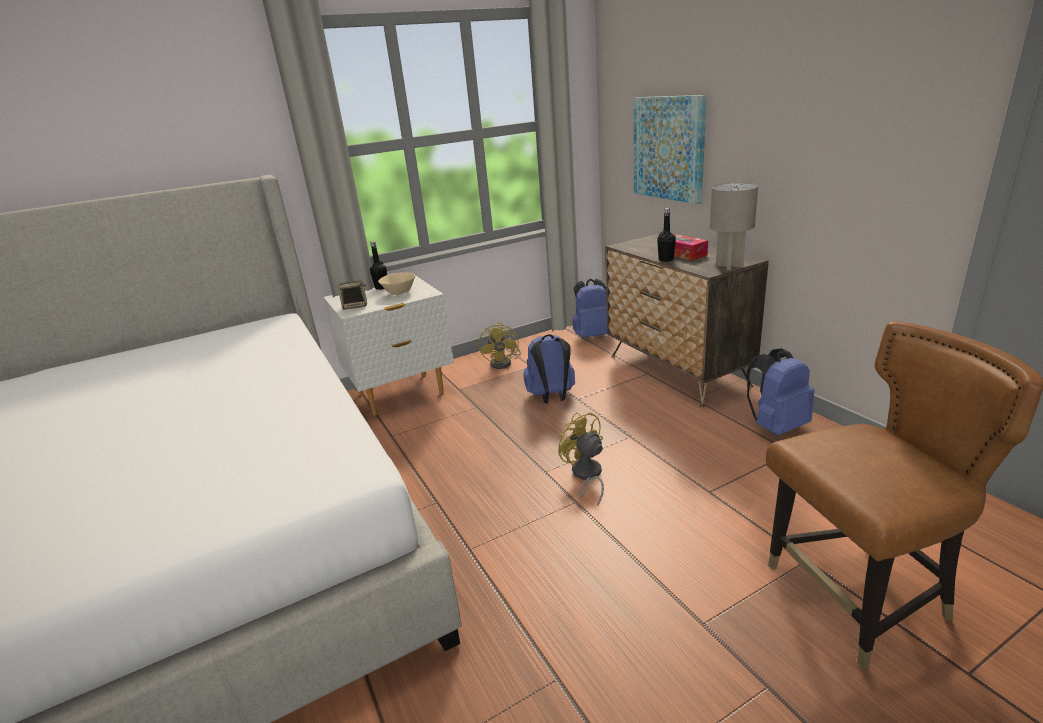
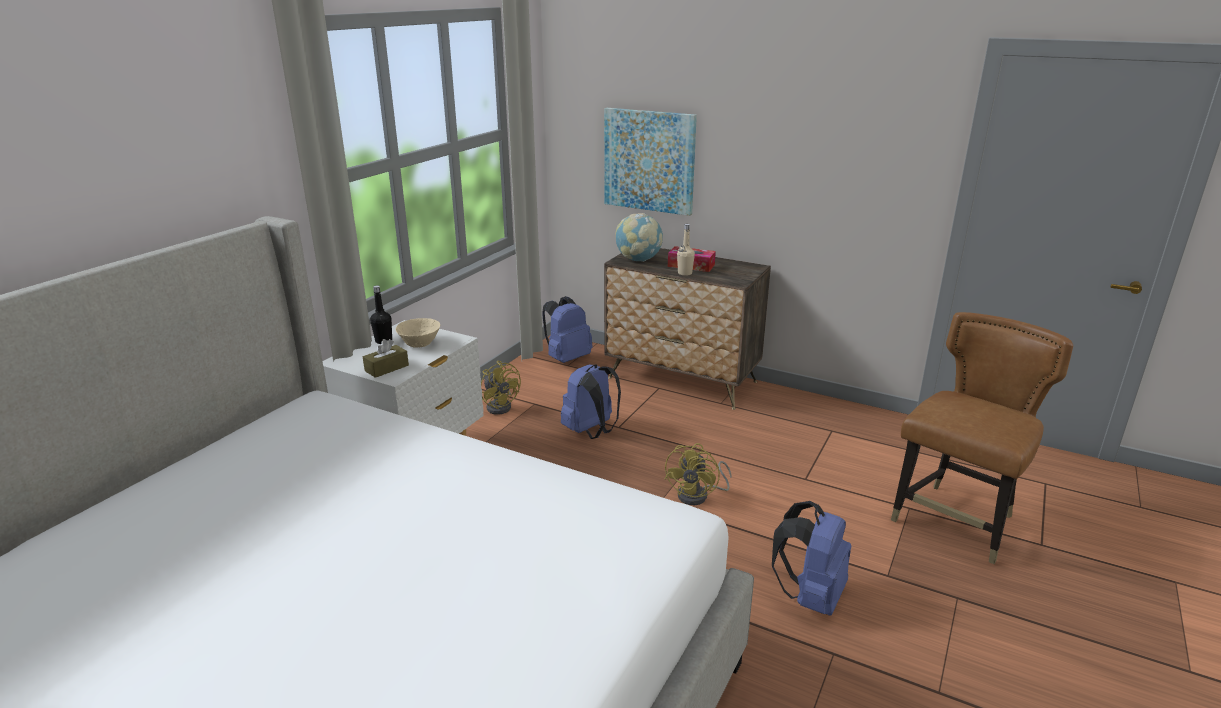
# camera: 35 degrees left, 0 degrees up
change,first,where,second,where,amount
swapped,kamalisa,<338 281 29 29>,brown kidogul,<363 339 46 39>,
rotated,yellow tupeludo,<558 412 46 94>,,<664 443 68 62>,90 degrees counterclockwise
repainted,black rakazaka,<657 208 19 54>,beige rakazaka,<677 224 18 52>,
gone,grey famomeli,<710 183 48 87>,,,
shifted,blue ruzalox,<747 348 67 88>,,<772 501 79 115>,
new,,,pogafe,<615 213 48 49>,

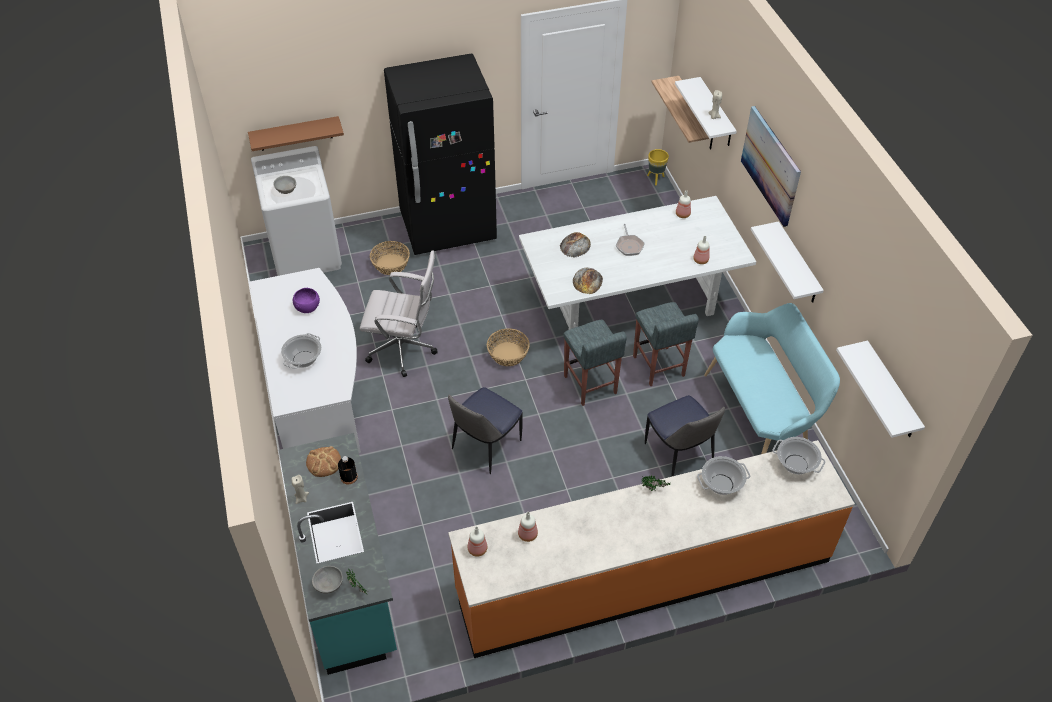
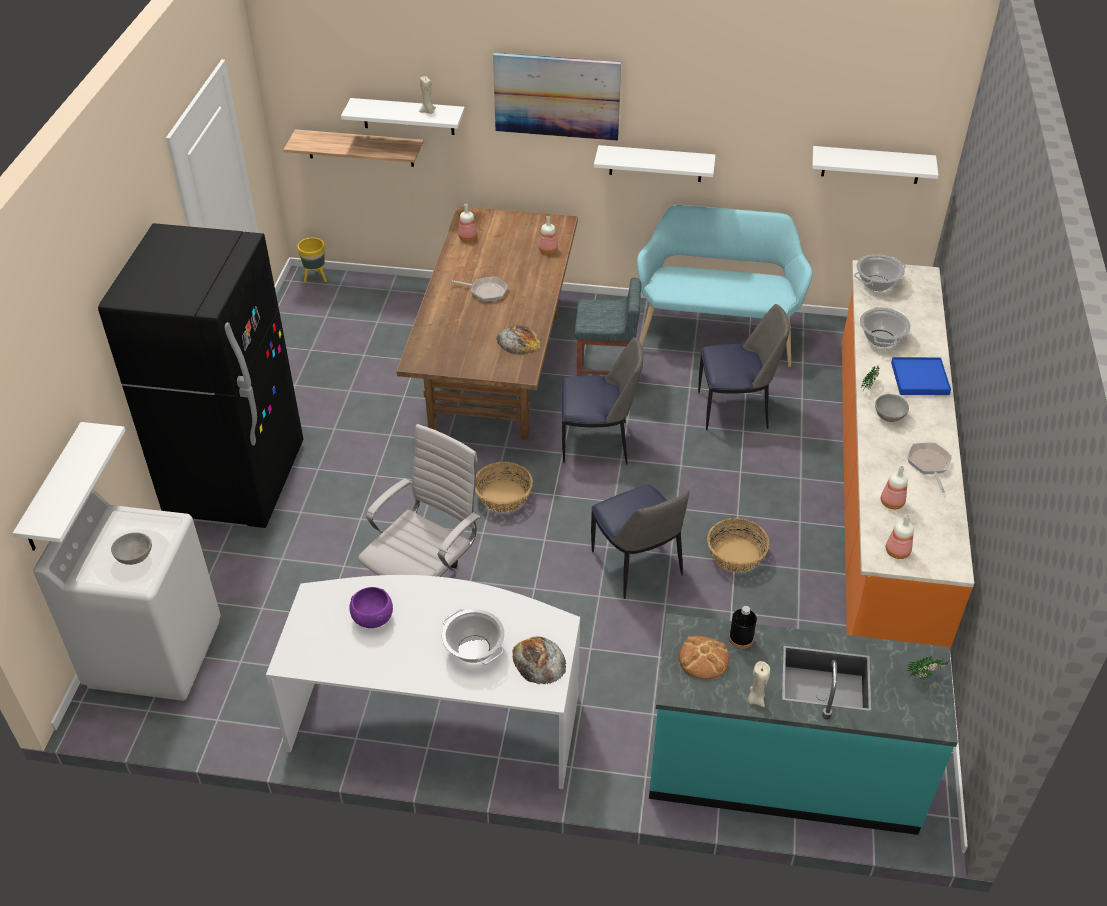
# camera: 65 degrees left, 5 degrees down
change,first,where,second,where,amount
repainted,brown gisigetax,<248 116 96 35>,white gisigetax,<13 422 113 129>,
shifted,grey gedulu,<312 566 31 28>,,<875 394 34 28>,
shifted,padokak,<370 241 40 34>,,<707 518 63 54>,
repainted,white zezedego,<519 196 237 134>,brown zezedego,<396 206 182 234>,
shifted,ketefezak,<560 232 31 26>,,<513 637 53 47>,
swapped,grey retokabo,<563 320 64 86>,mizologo,<561 337 82 127>,
new,,,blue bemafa,<891 357 60 38>,
new,,,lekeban,<907 443 45 49>,

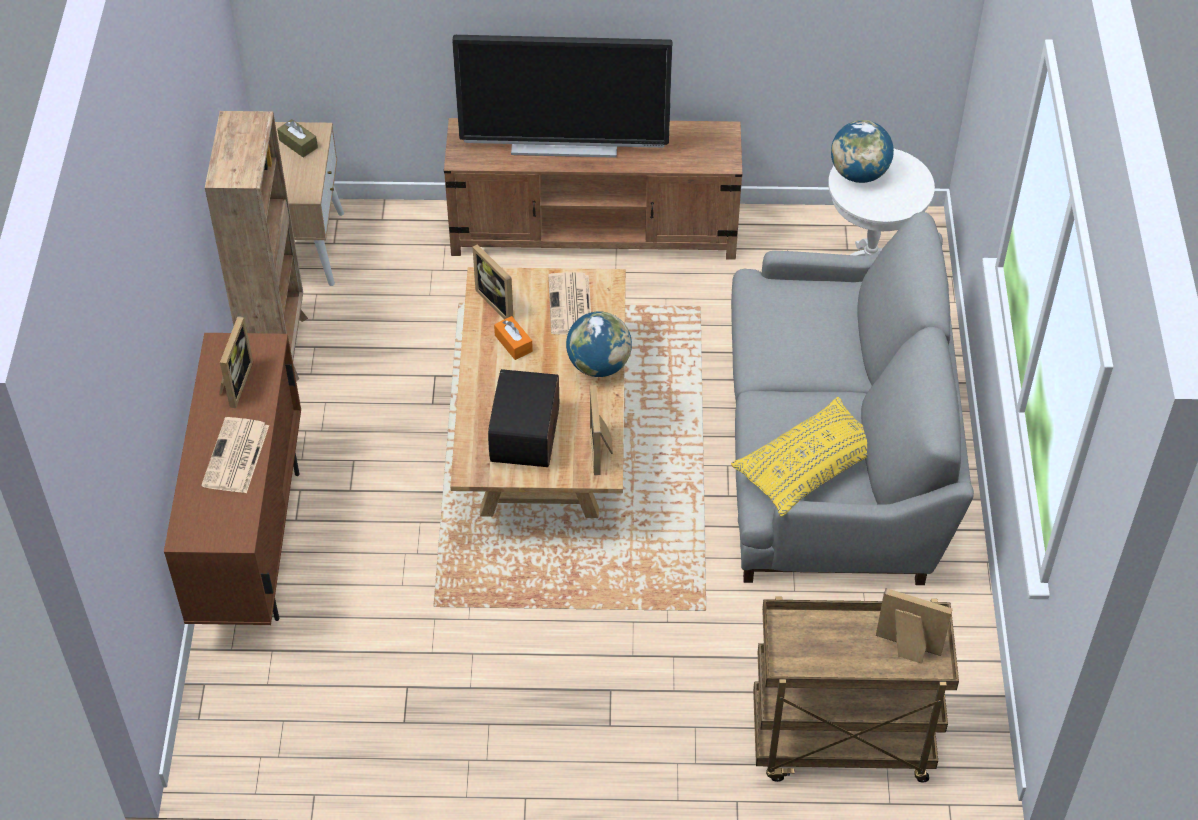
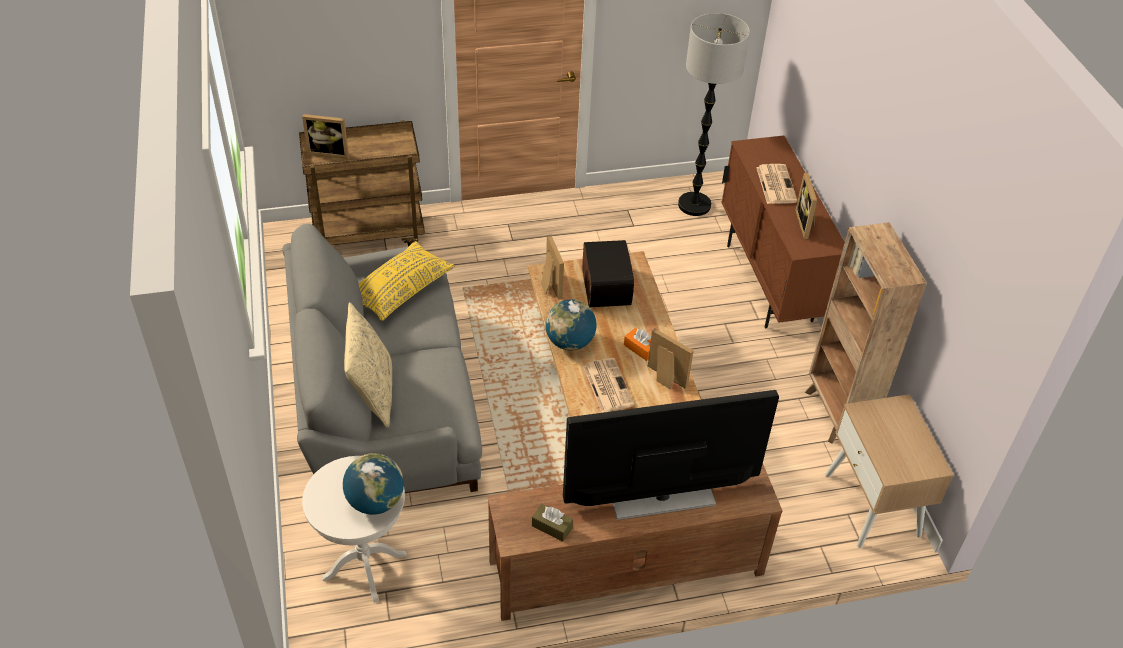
# camera: 165 degrees right, 5 degrees down
change,first,where,second,where,amount
shifted,brown kidogul,<277 119 41 39>,,<532 504 41 38>,
new,,,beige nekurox,<344 302 48 126>,
new,,,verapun,<678 13 72 203>,

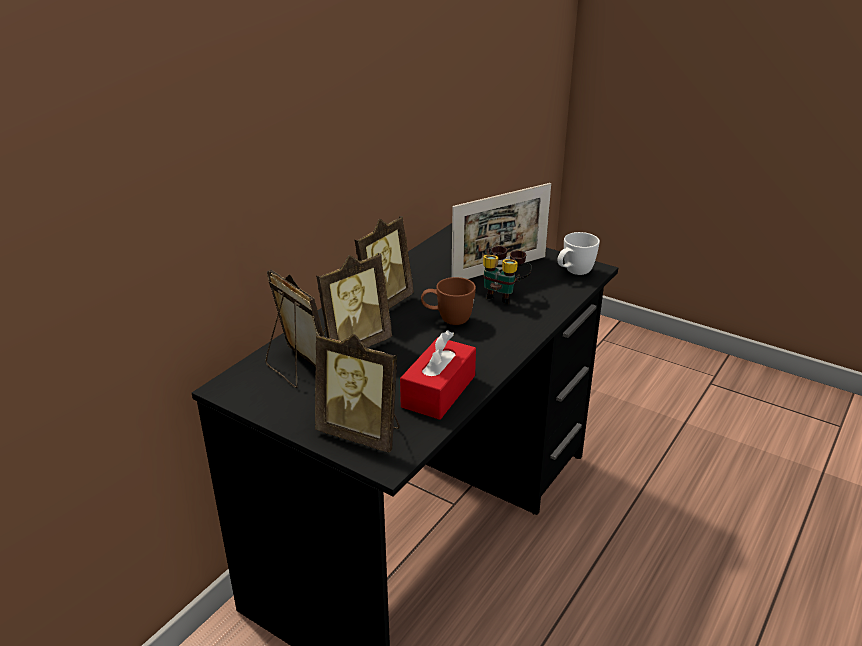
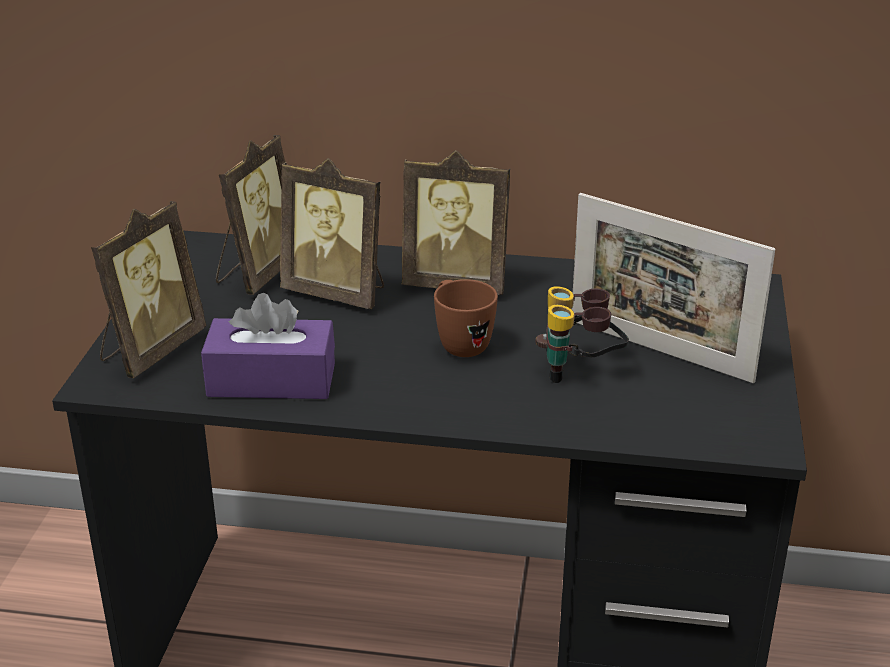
# camera: 65 degrees right, 0 degrees up
change,first,where,second,where,amount
rotated,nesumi,<315 334 85 119>,,<91 201 115 177>,150 degrees counterclockwise
repainted,red kidogul,<400 330 76 90>,purple kidogul,<201 293 134 106>,
gone,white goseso,<557 232 43 43>,,,

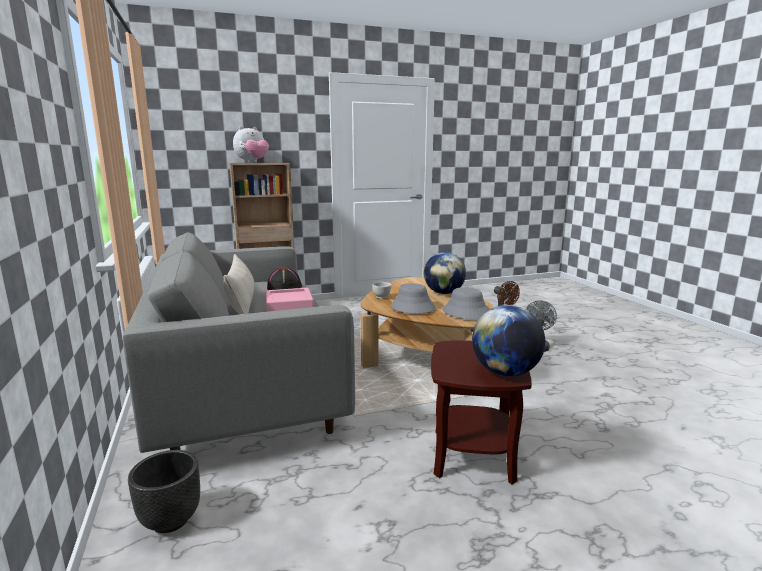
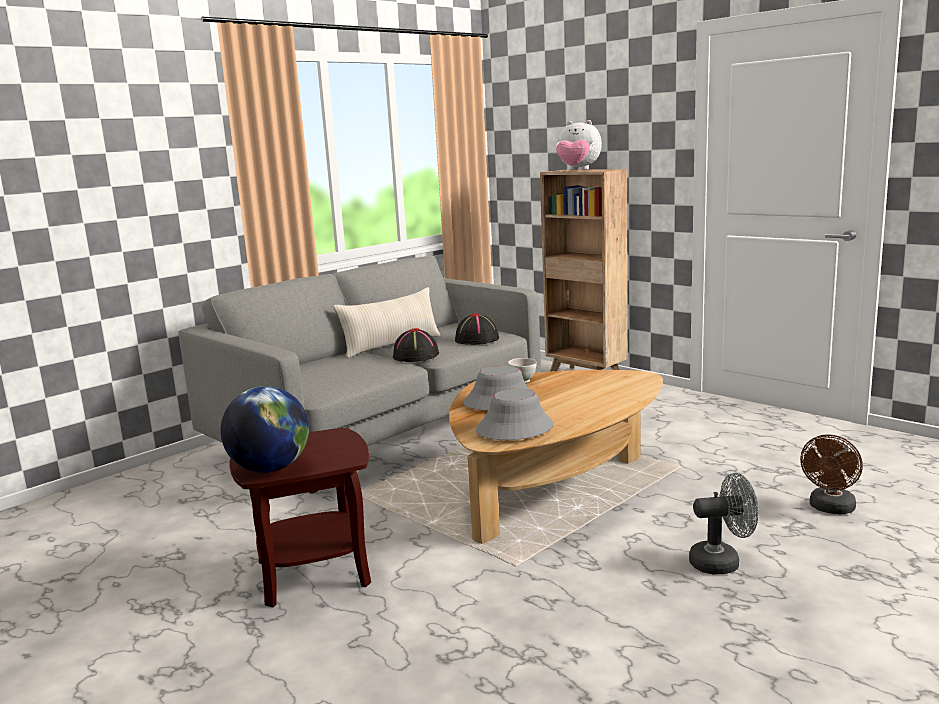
# camera: 65 degrees right, 0 degrees up
change,first,where,second,where,amount
gone,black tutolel,<128 450 72 83>,,,
swapped,pink bemafa,<266 288 47 24>,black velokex,<392 328 47 34>,
gone,pogafe,<424 252 42 42>,,,

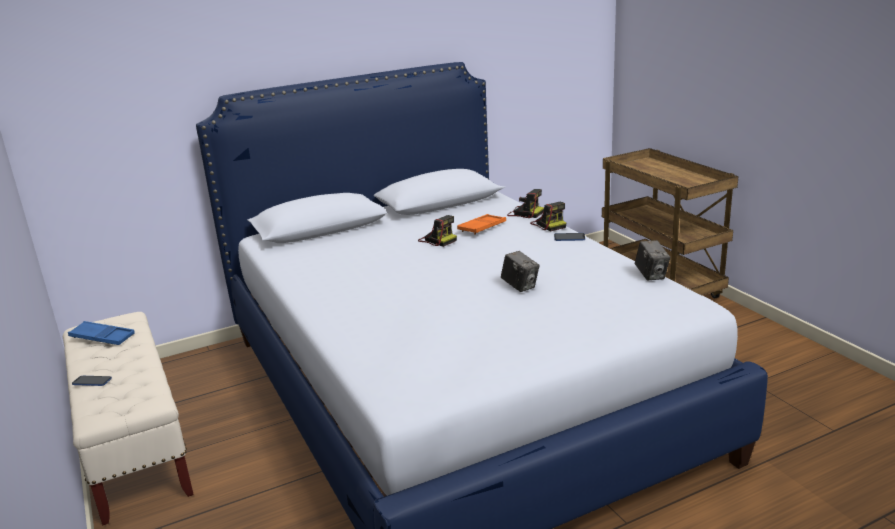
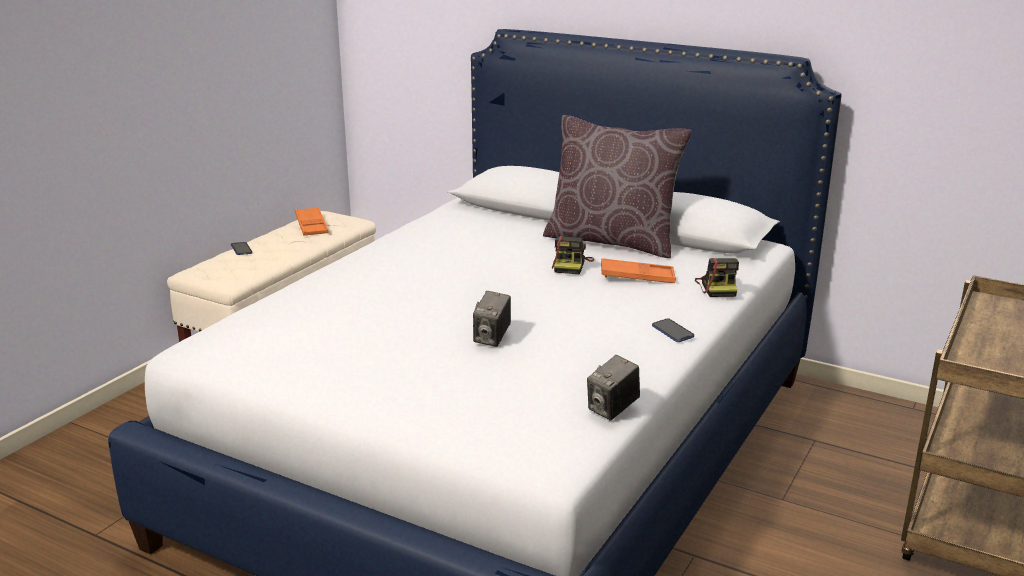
# camera: 55 degrees right, 0 degrees up
change,first,where,second,where,amount
repainted,blue bemafa,<68 321 67 24>,orange bemafa,<295 207 33 29>,
gone,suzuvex,<530 202 36 29>,,,
new,,,brown nekurox,<543 115 149 143>,

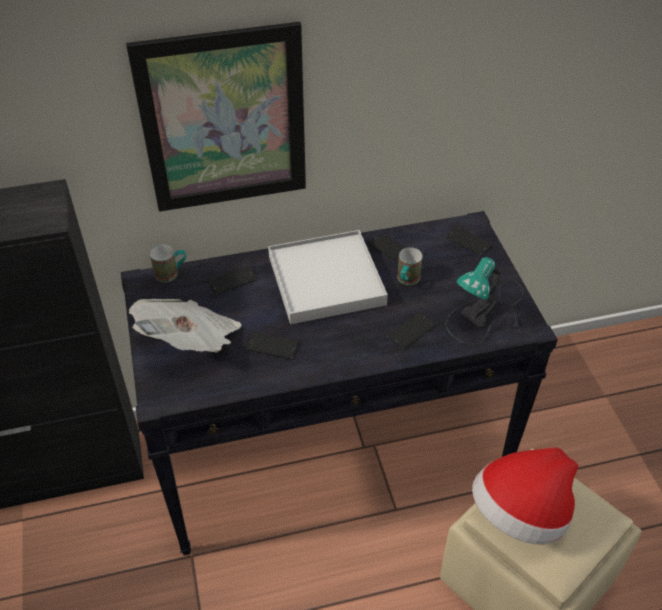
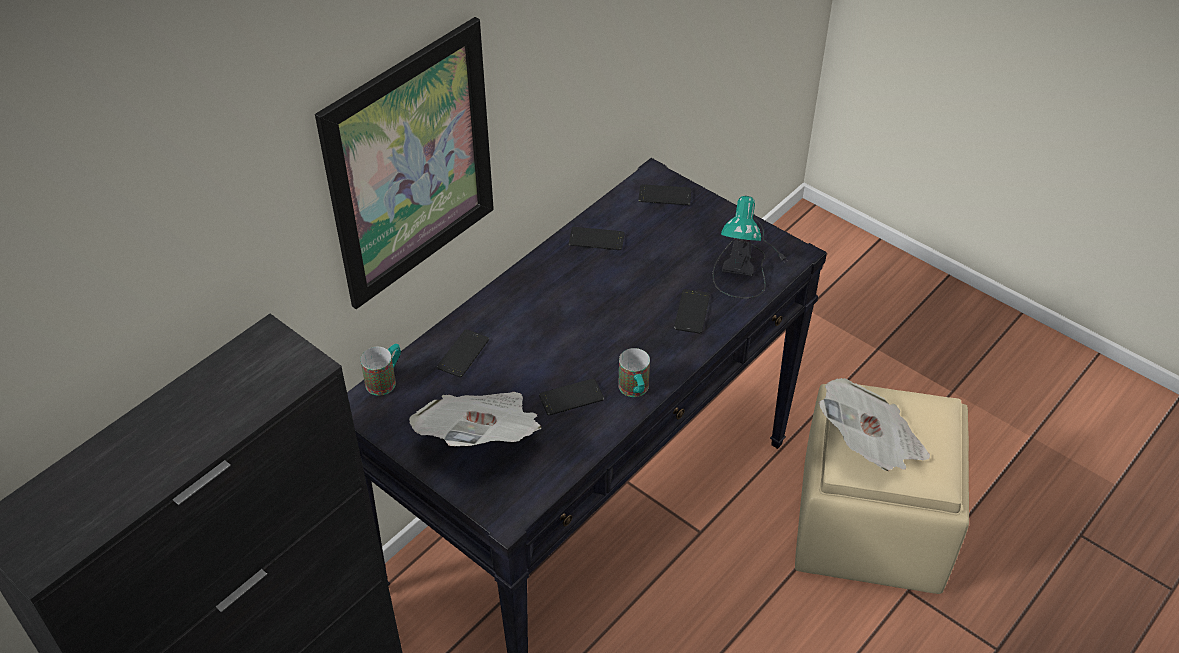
# camera: 35 degrees left, 0 degrees up
change,first,where,second,where,amount
gone,white bemafa,<268 230 120 94>,,,
shifted,goseso,<397 247 26 38>,,<618 348 32 49>,
swapped,velokex,<472 447 106 98>,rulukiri,<819 378 111 93>,

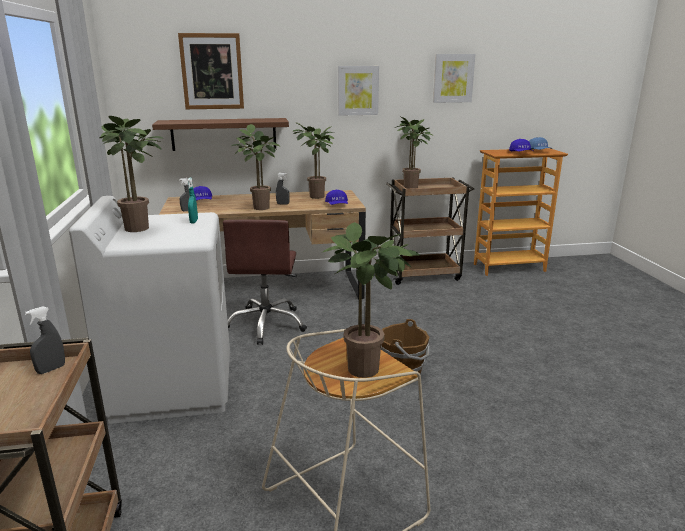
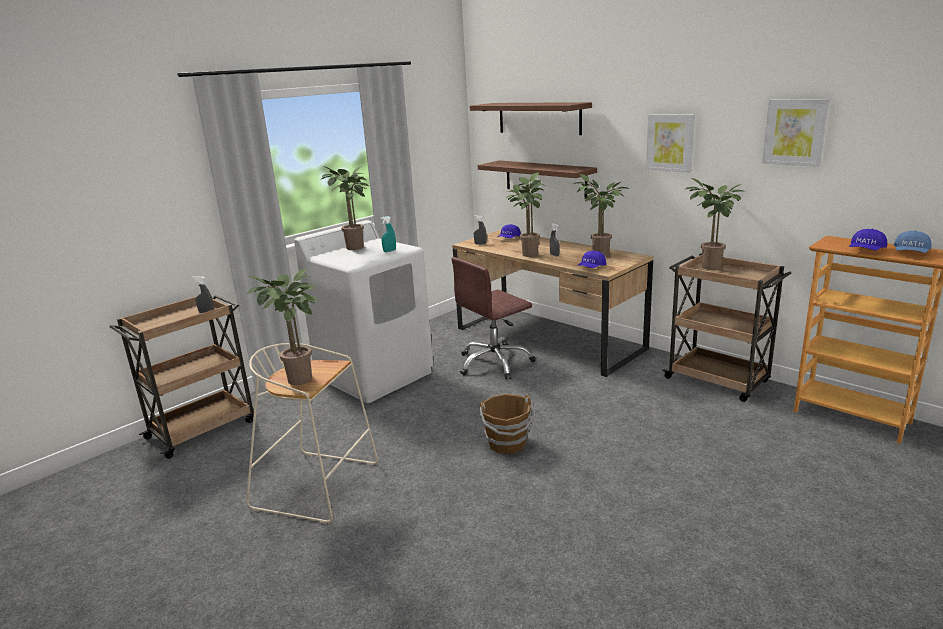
# camera: 55 degrees right, 0 degrees up
change,first,where,second,where,amount
swapped,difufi,<178 33 66 76>,brown gisigetax,<470 102 122 33>,

